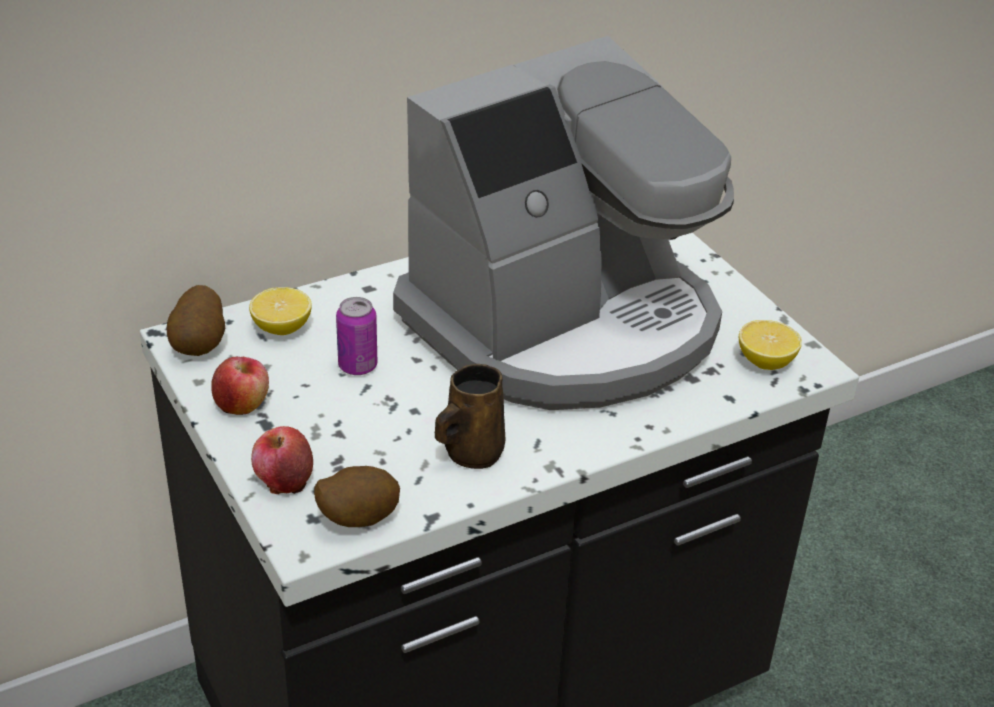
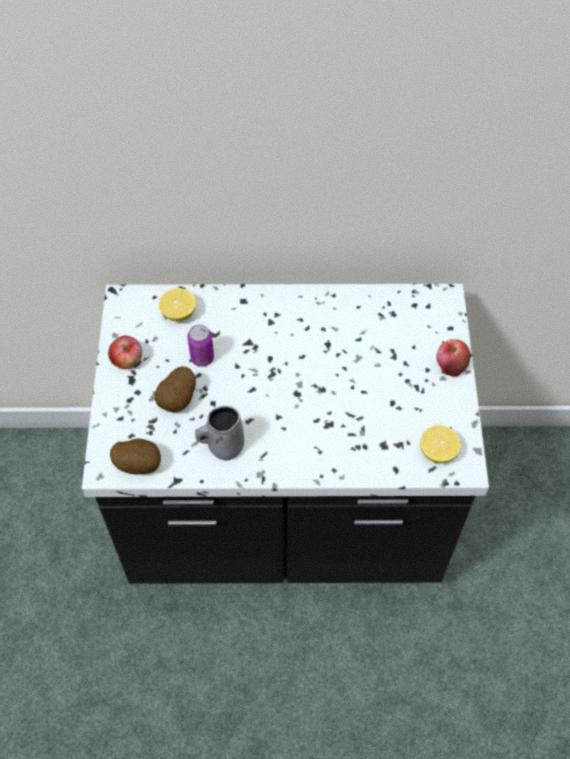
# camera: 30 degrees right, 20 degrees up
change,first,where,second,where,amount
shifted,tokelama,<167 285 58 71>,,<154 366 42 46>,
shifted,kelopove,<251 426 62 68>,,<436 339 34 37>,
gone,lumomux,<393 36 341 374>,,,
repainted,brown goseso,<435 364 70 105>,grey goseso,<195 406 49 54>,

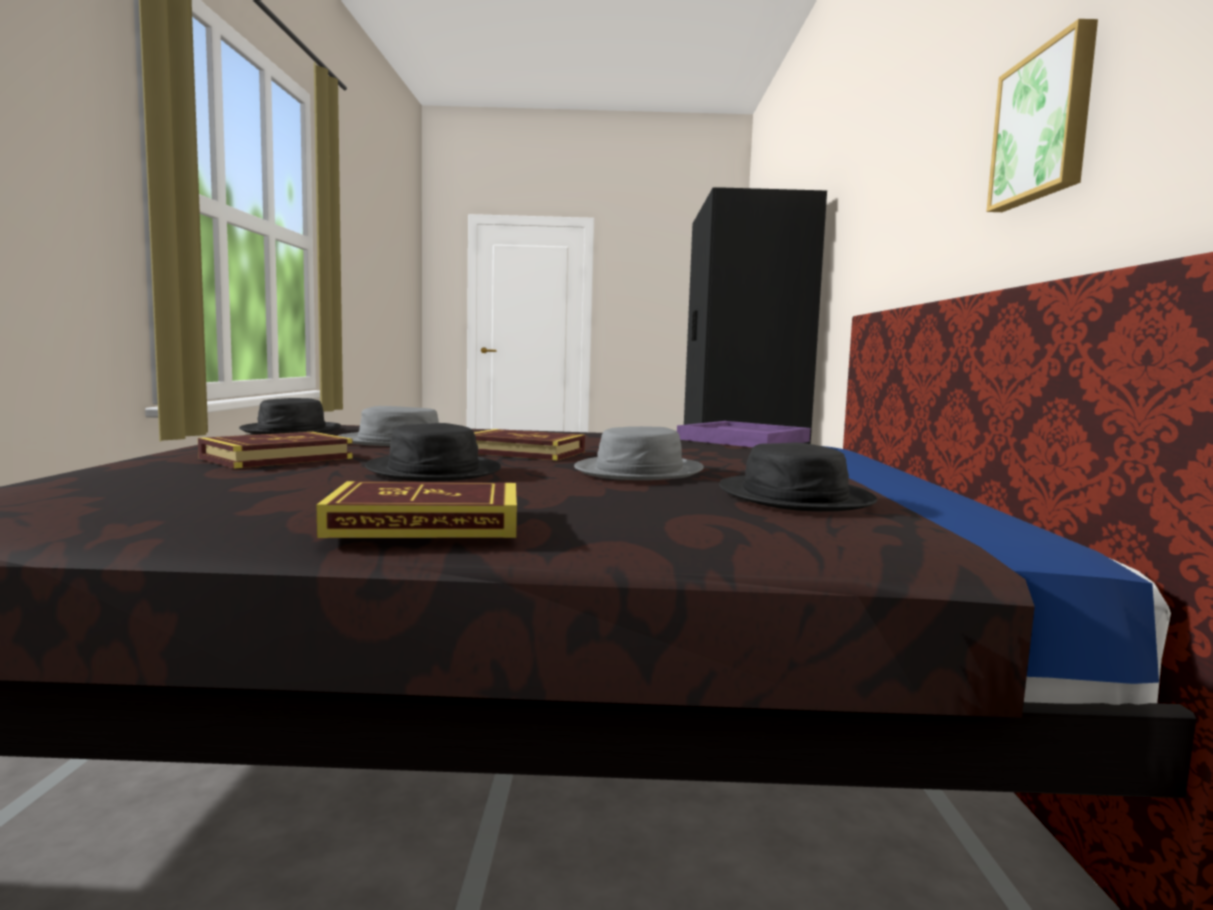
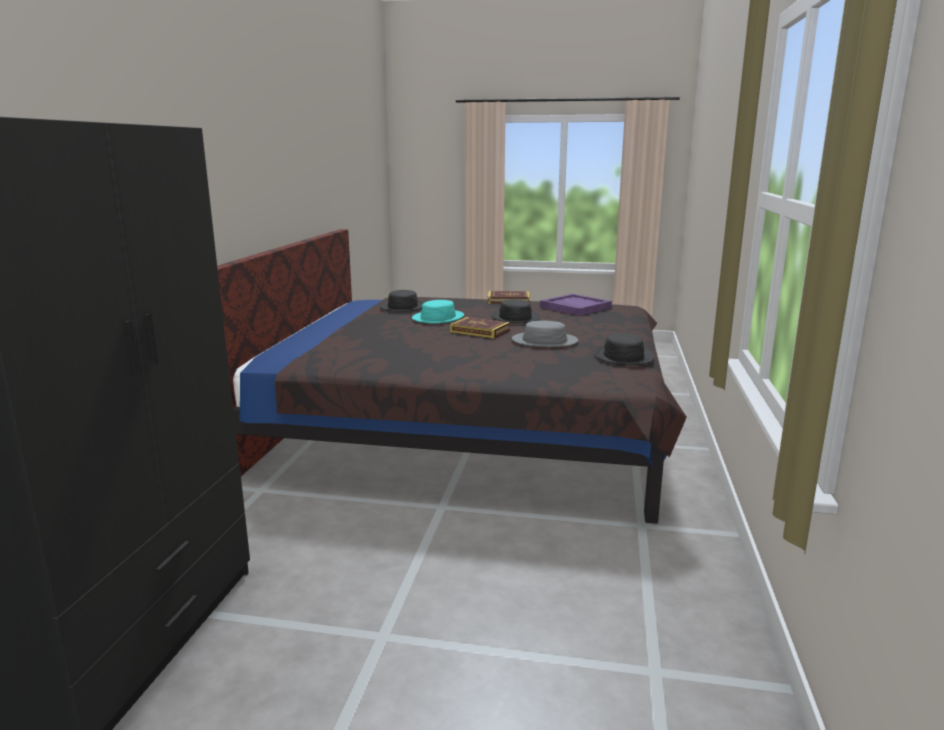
# camera: 170 degrees left, 10 degrees up
change,first,where,second,where,amount
gone,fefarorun,<198 432 155 37>,,,
repainted,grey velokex,<574 426 130 54>,turquoise velokex,<412 300 52 24>,
shifted,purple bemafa,<677 421 133 26>,,<540 294 72 22>,
gone,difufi,<986 19 112 193>,,,

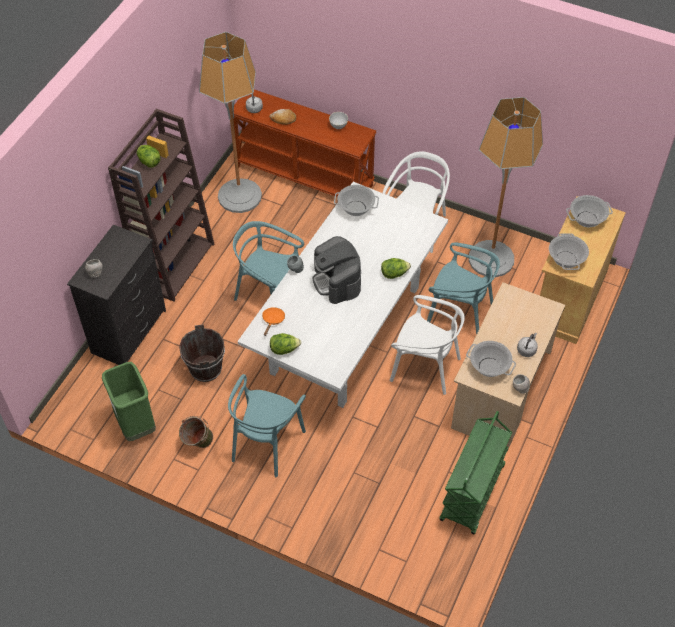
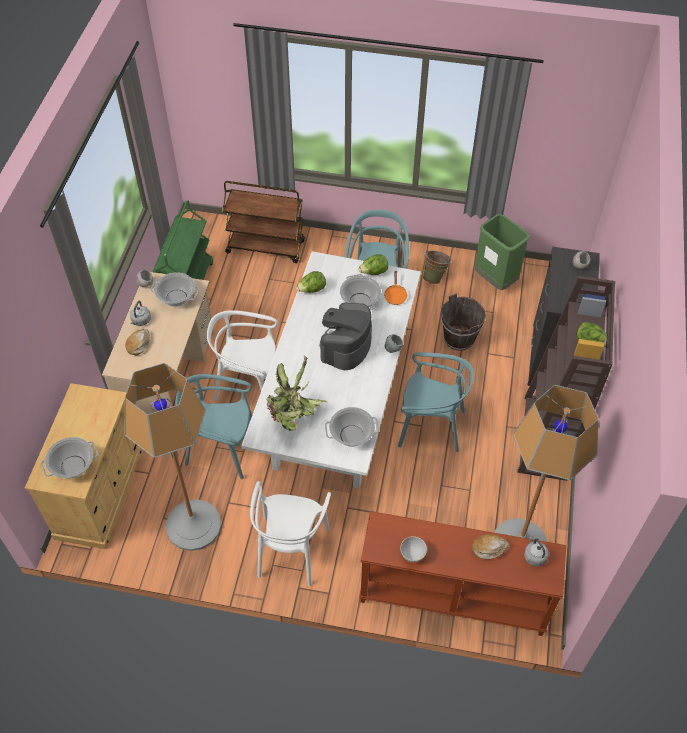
# camera: 165 degrees right, 0 degrees up
change,first,where,second,where,amount
rotated,lumomux,<313 236 48 68>,,<319 302 53 68>,120 degrees counterclockwise
shifted,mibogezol,<381 258 30 21>,,<296 271 30 22>,
shifted,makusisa,<549 233 40 37>,,<340 274 41 36>,
new,,,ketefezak,<125 329 25 26>,
new,,,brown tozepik,<222 181 83 82>,
new,,,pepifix,<266 356 61 75>,

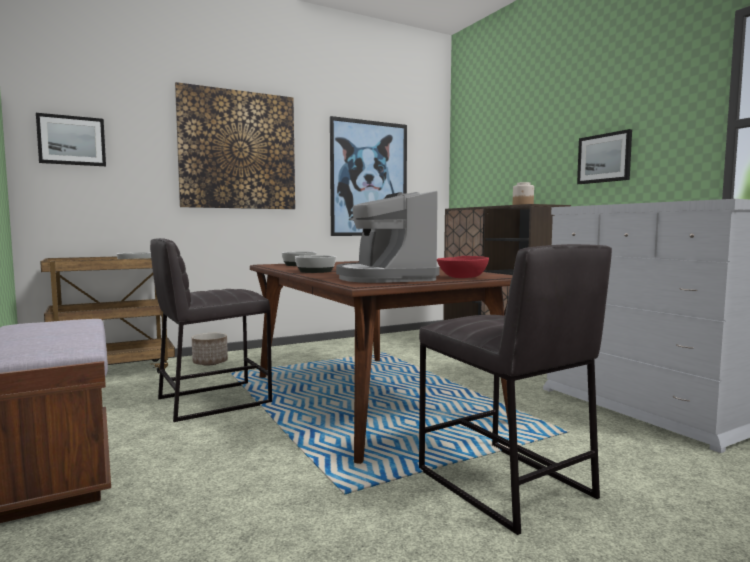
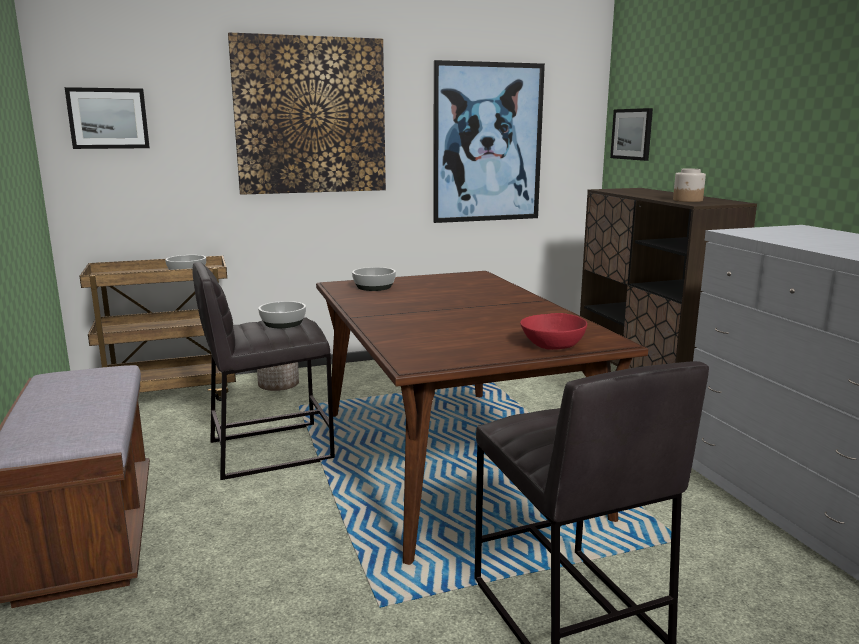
# camera: 10 degrees right, 10 degrees up
change,first,where,second,where,amount
shifted,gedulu,<295 255 41 18>,,<258 301 48 27>,
gone,lumomux,<336 191 103 92>,,,
shifted,difufi,<577 129 55 55>,,<610 108 43 53>,

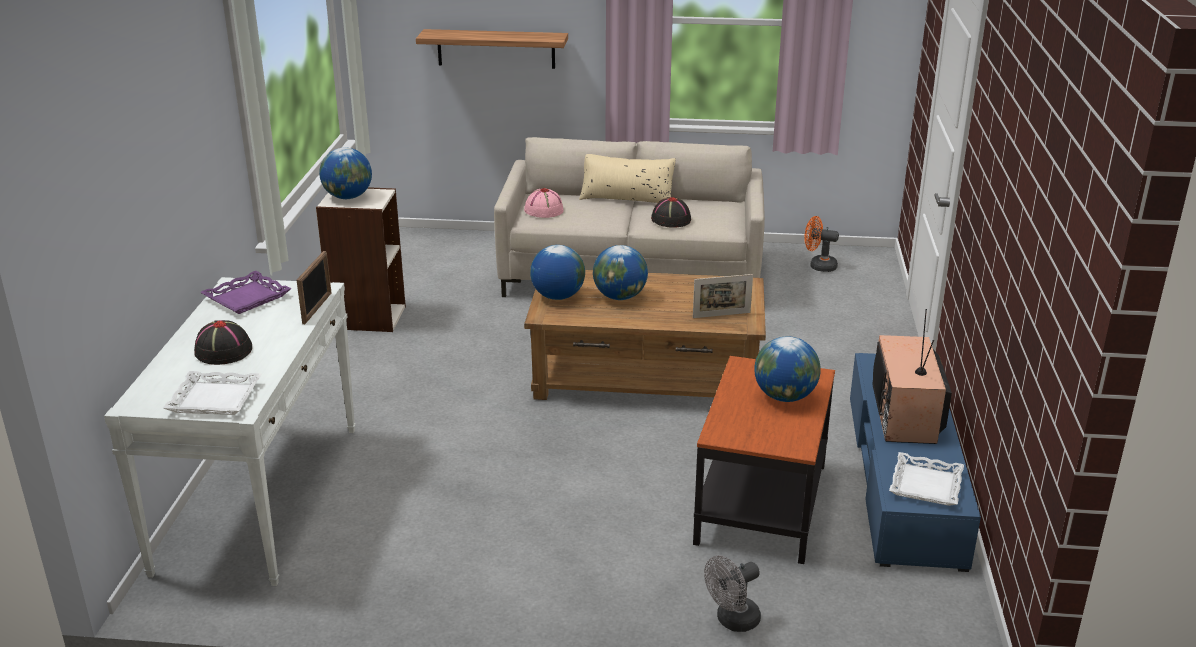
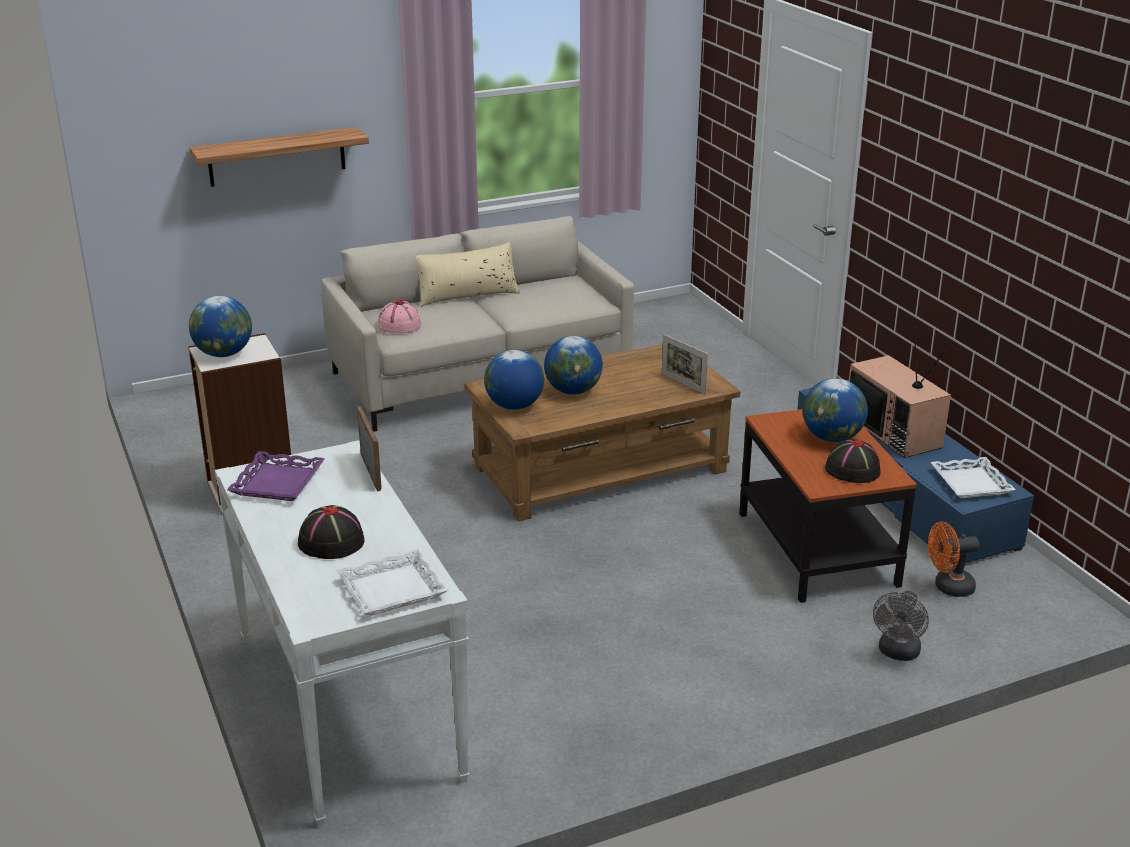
# camera: 30 degrees left, 0 degrees up
change,first,where,second,where,amount
shifted,black velokex,<651 197 40 30>,,<825 439 56 44>,
rotated,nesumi,<693 274 60 44>,,<662 334 46 60>,90 degrees clockwise
shifted,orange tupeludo,<804 216 35 56>,,<928 521 51 76>,

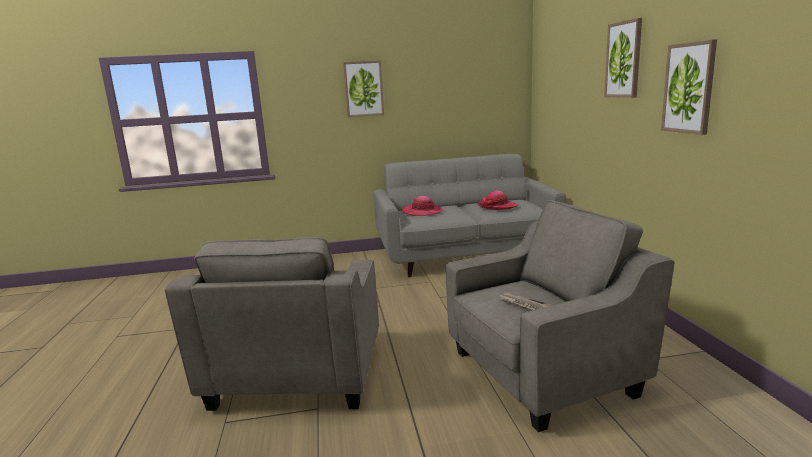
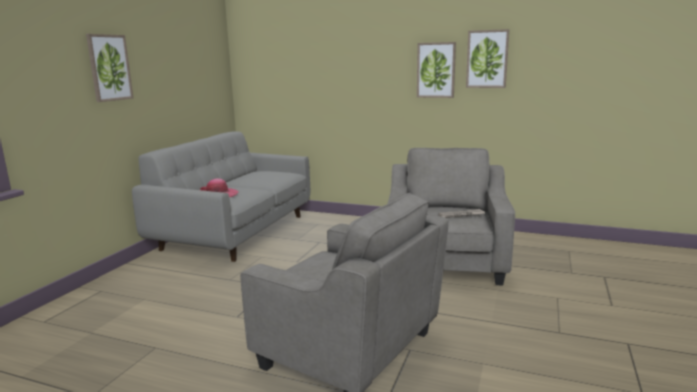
# camera: 60 degrees left, 0 degrees up
change,first,where,second,where,amount
gone,velokex,<478 191 40 19>,,,
shifted,difufi,<604 18 38 80>,,<466 29 43 59>,

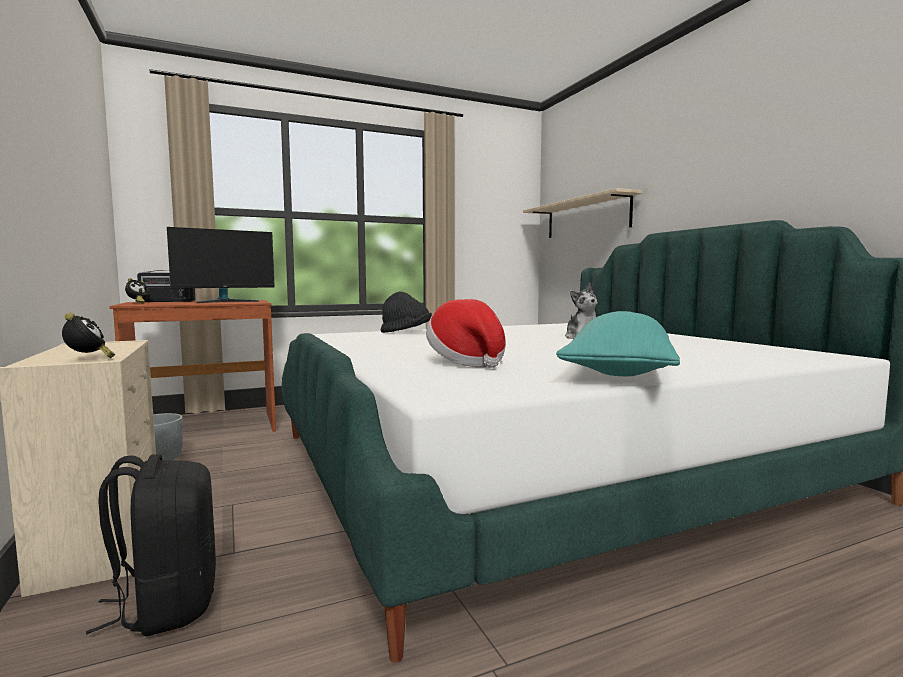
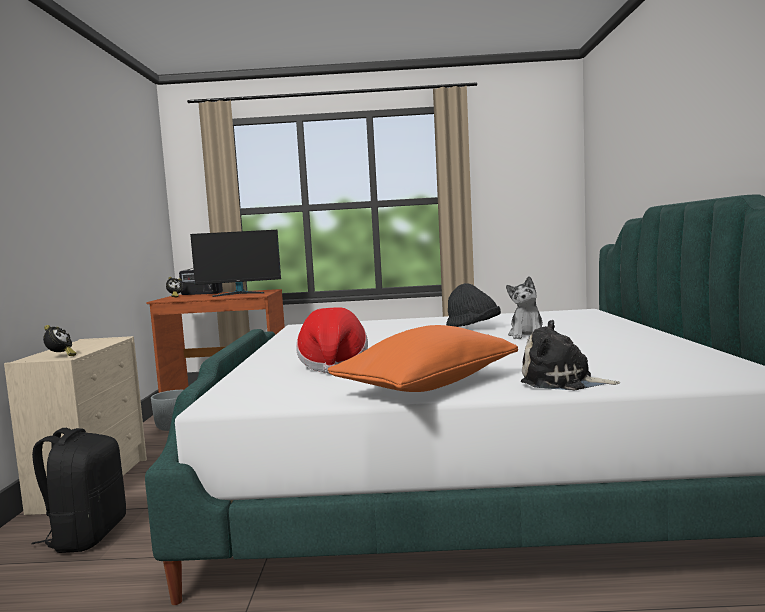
# camera: 25 degrees right, 0 degrees up
change,first,where,second,where,amount
shifted,black velokex,<381 292 51 41>,,<446 283 55 44>,
gone,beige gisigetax,<523 188 120 50>,,,
repainted,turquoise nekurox,<556 311 124 65>,orange nekurox,<328 325 190 67>,
new,,,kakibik,<521 320 99 70>,

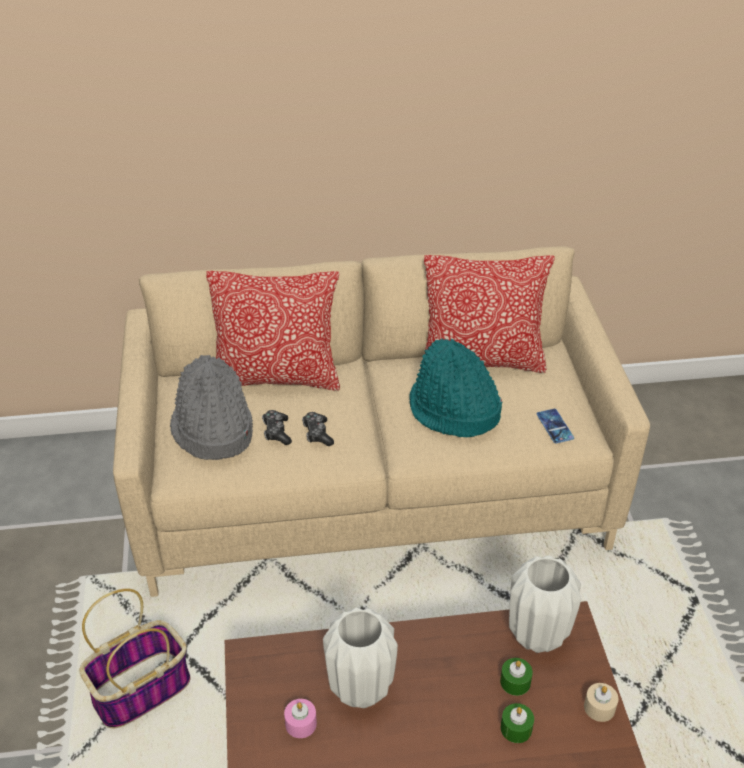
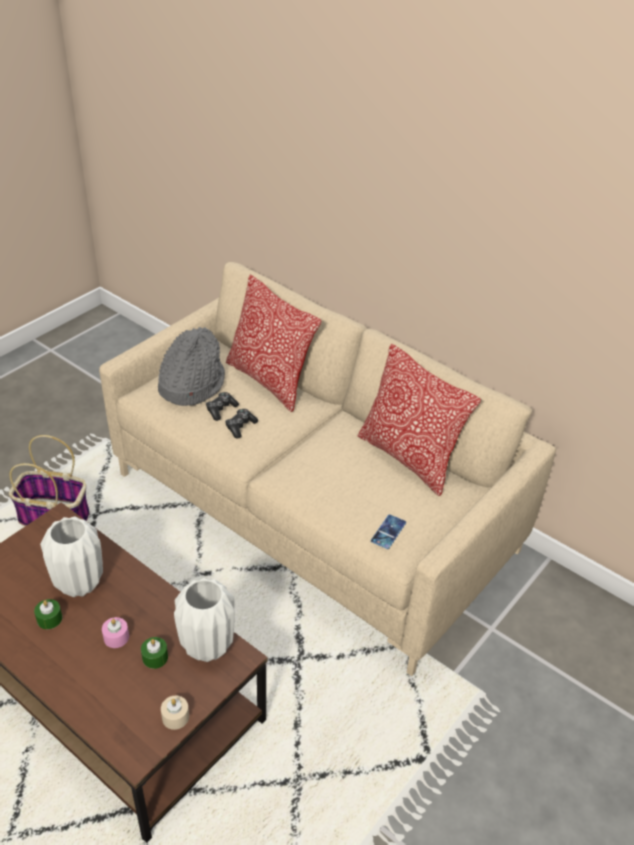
# camera: 45 degrees right, 0 degrees up
change,first,where,second,where,amount
shifted,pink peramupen,<284 699 33 39>,,<102 617 27 31>,
gone,turquoise velokex,<409 338 93 99>,,,
shifted,green peramupen,<501 703 33 40>,,<34 599 28 30>,

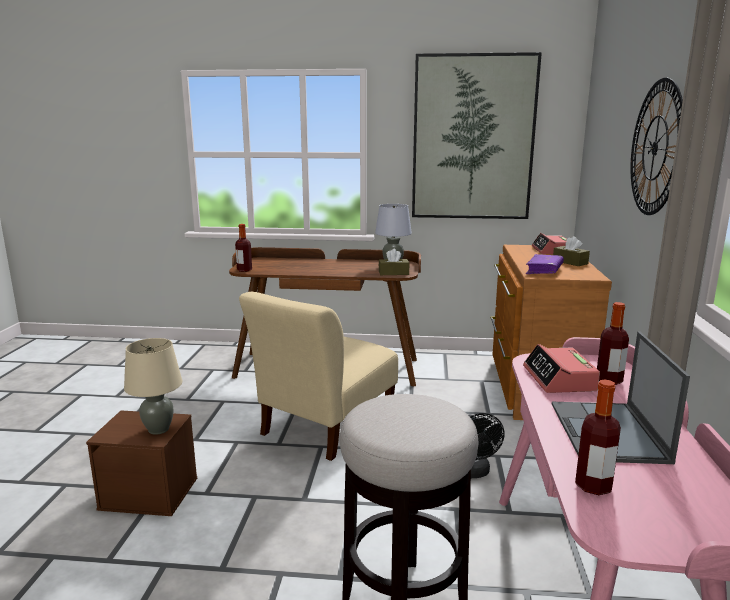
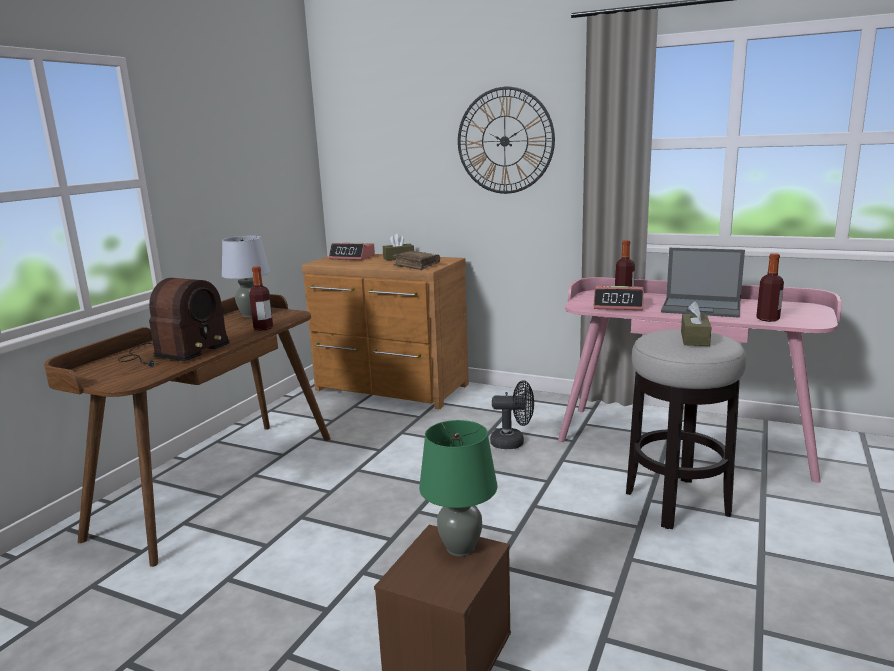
# camera: 70 degrees left, 0 degrees up
change,first,where,second,where,amount
repainted,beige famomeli,<124 338 58 97>,green famomeli,<419 420 78 137>,
shifted,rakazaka,<235 224 17 48>,,<249 266 24 65>,
gone,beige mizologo,<239 292 159 169>,,,
shifted,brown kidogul,<379 249 31 26>,,<681 301 31 45>,
gone,difufi,<412 52 130 167>,,,
repainted,purple fefarorun,<526 254 38 20>,brown fefarorun,<393 251 47 19>,
new,,,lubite,<118 278 112 88>,

